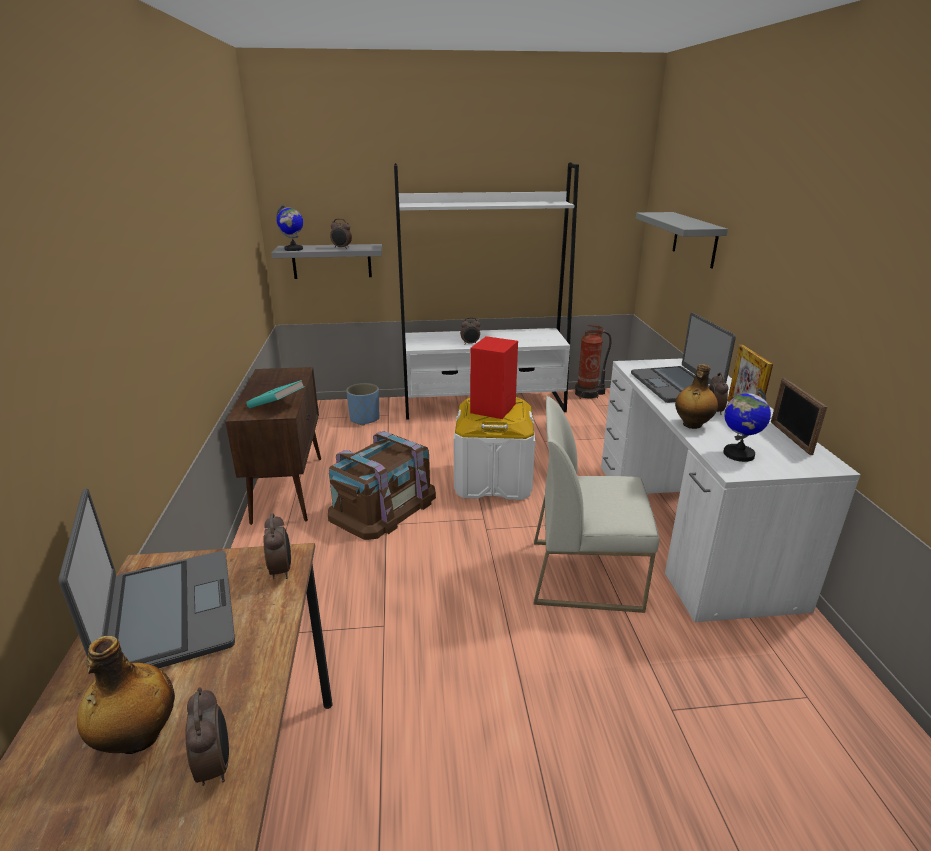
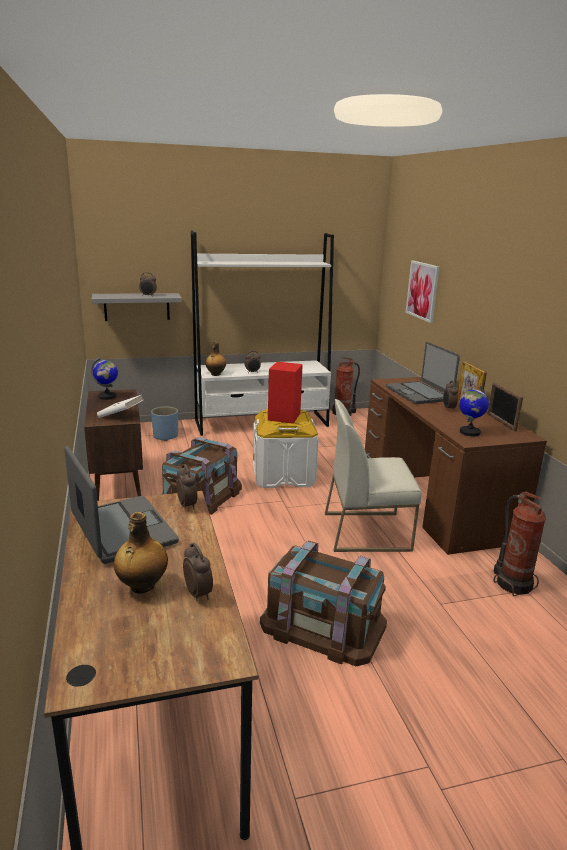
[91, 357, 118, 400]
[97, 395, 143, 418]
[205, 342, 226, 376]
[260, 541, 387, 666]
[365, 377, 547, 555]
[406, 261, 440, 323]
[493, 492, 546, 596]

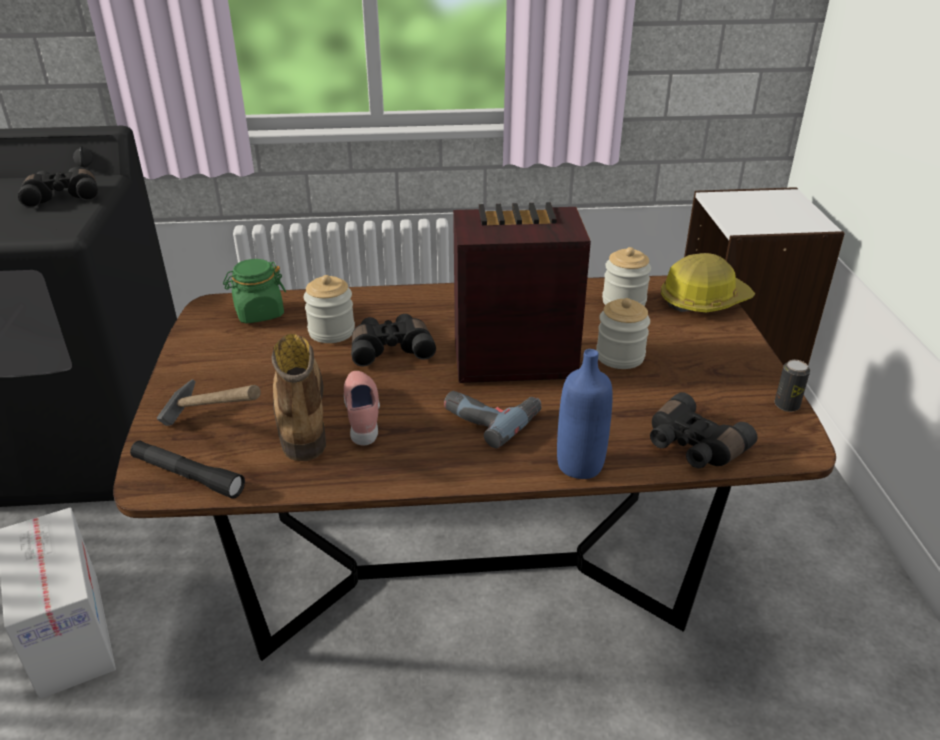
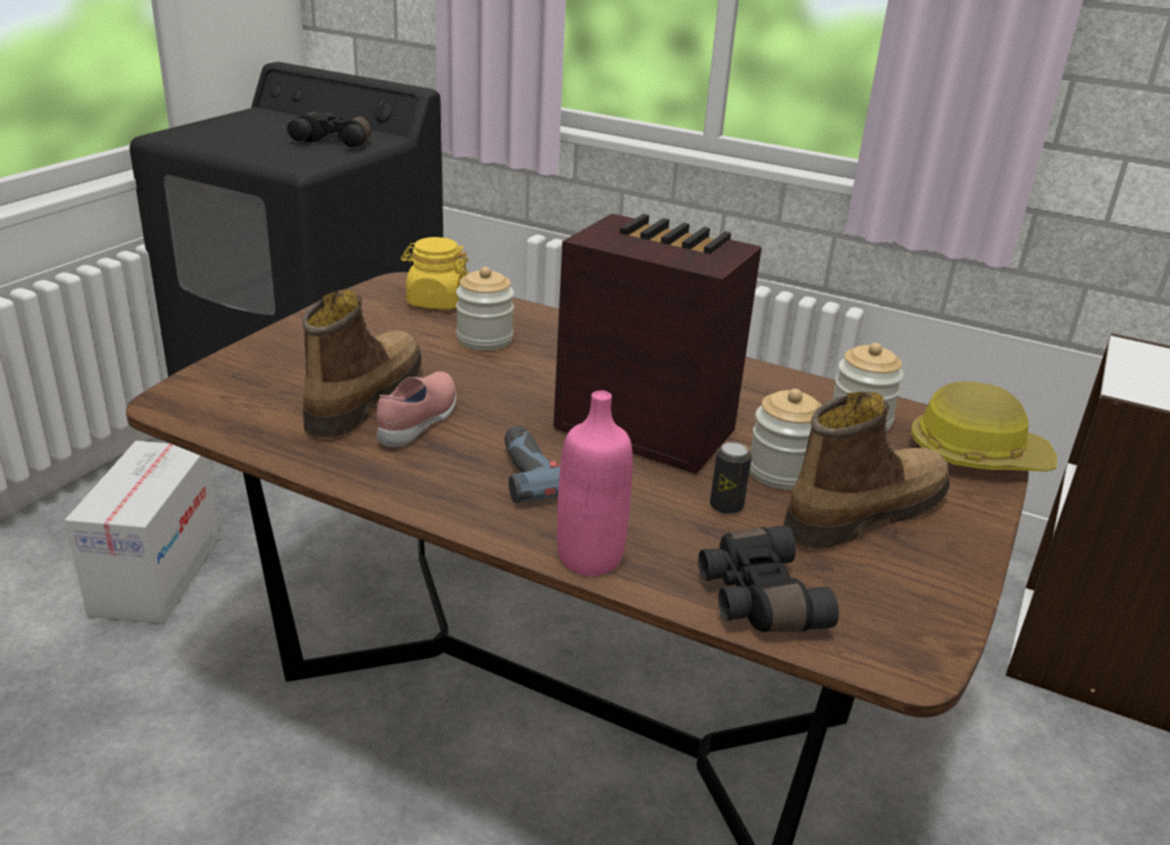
[401, 237, 469, 310]
[557, 390, 633, 576]
[710, 442, 752, 515]
[783, 391, 950, 549]
[130, 440, 245, 499] (first image)
[157, 379, 261, 426] (first image)
[351, 314, 436, 366] (first image)

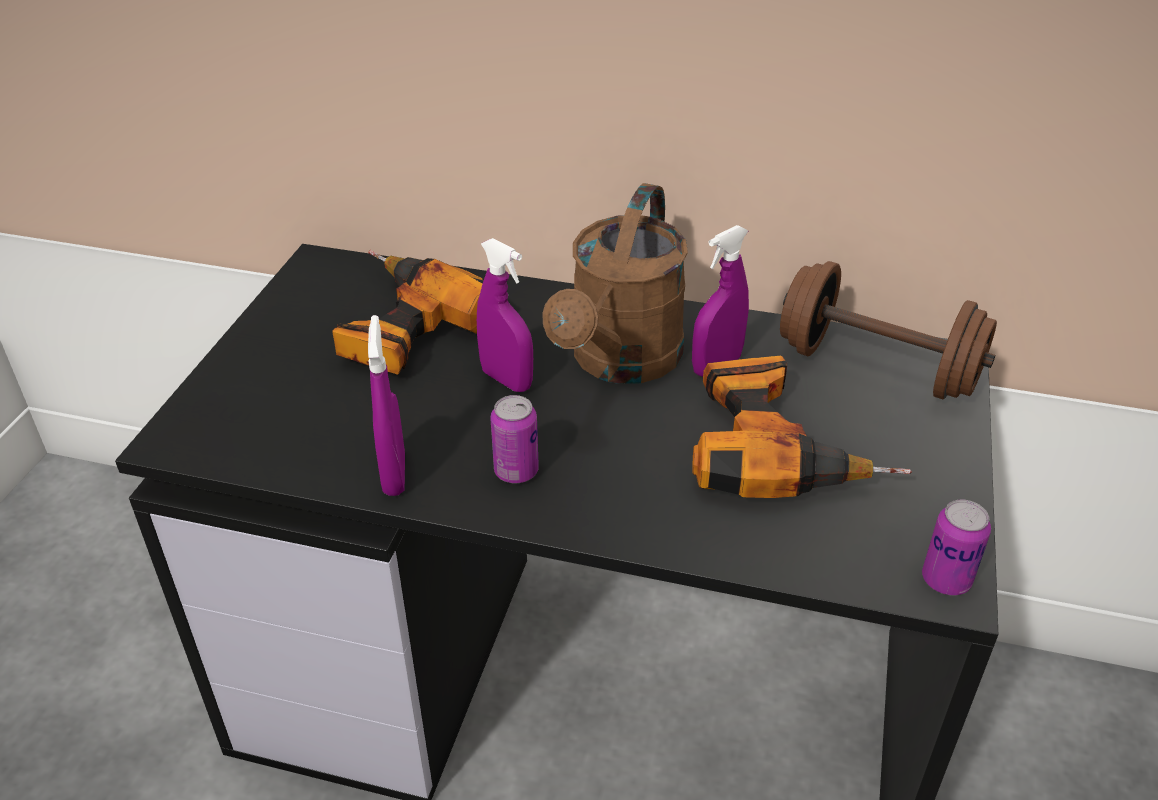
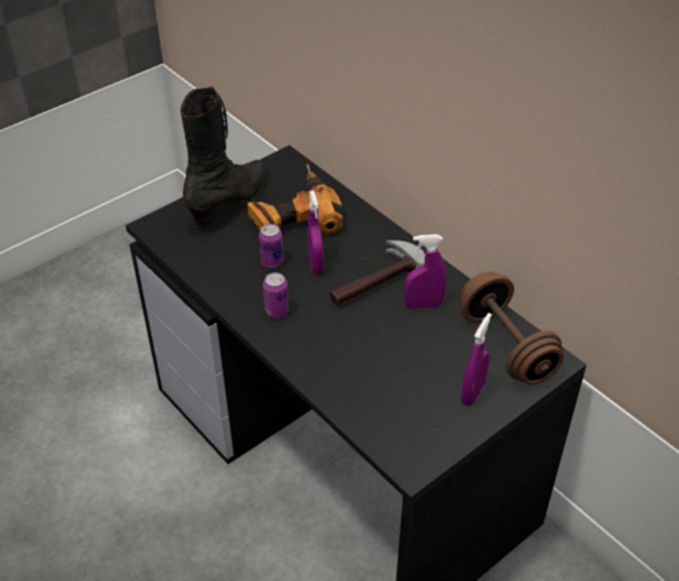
[180, 87, 266, 227]
[259, 224, 283, 268]
[330, 240, 425, 305]
[461, 313, 492, 406]
[692, 356, 912, 498] (first image)

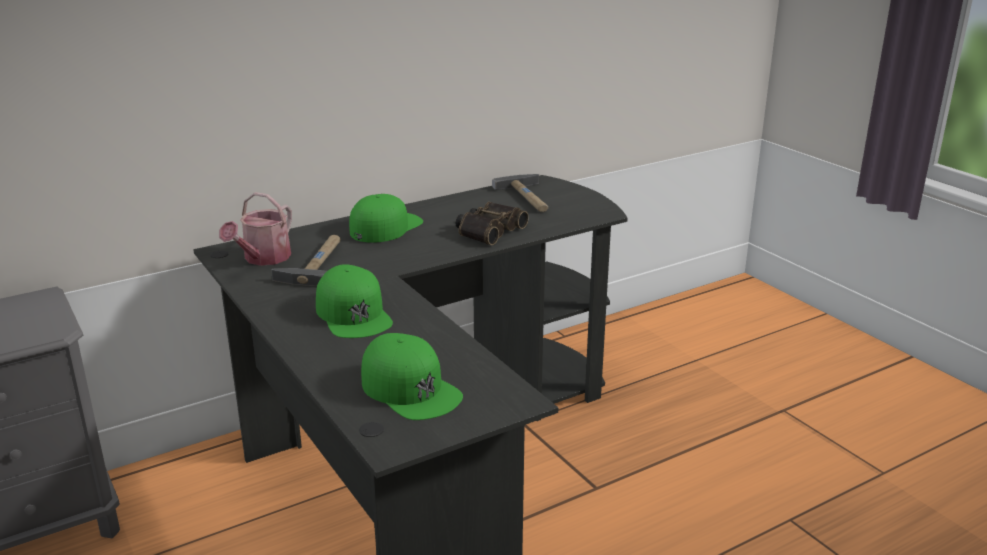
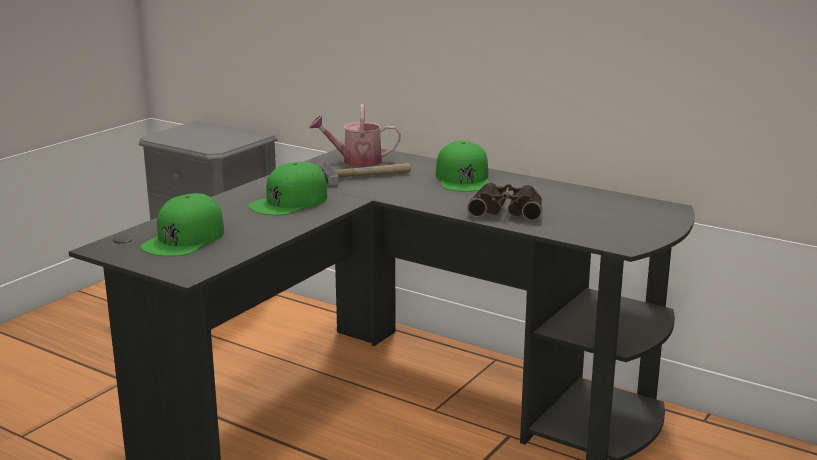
[436, 141, 491, 192]
[492, 174, 548, 212] (first image)

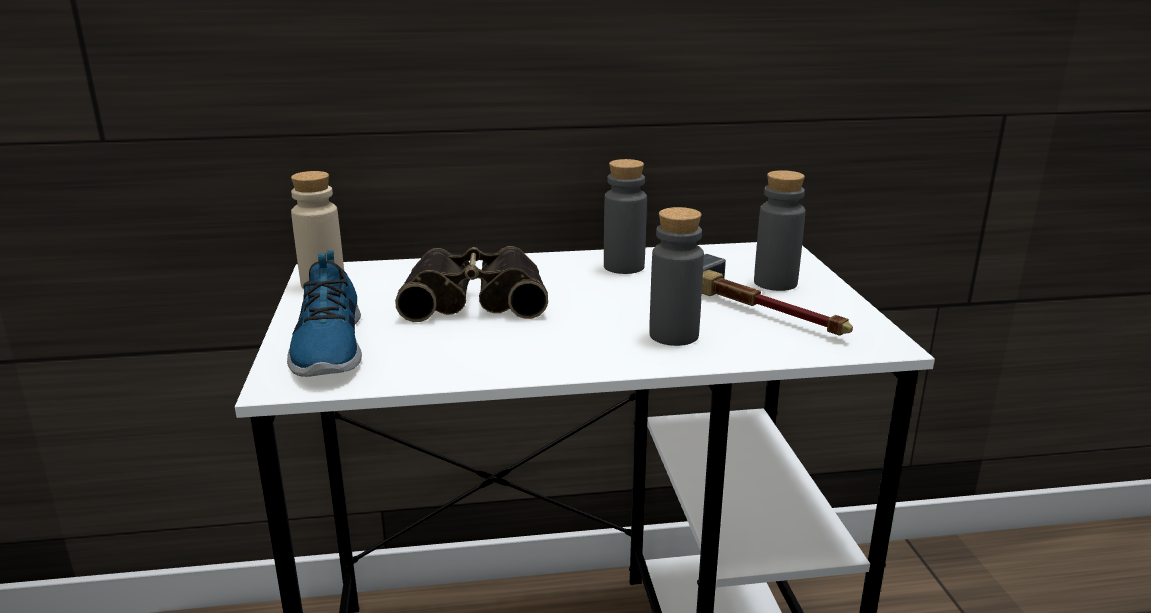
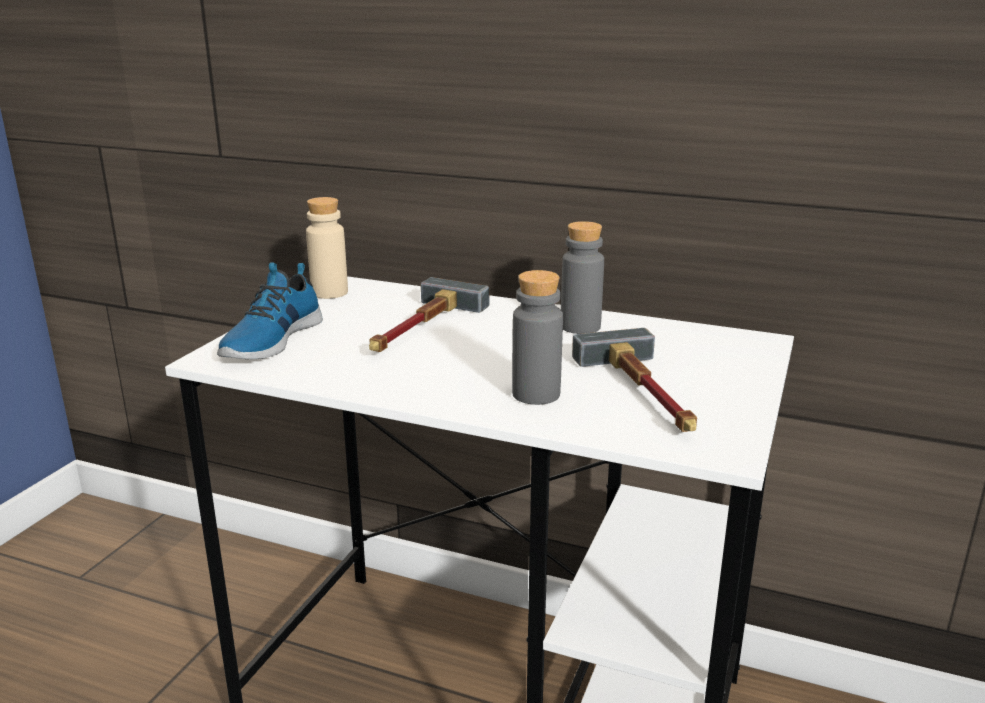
[369, 277, 489, 352]
[754, 170, 805, 291] (first image)

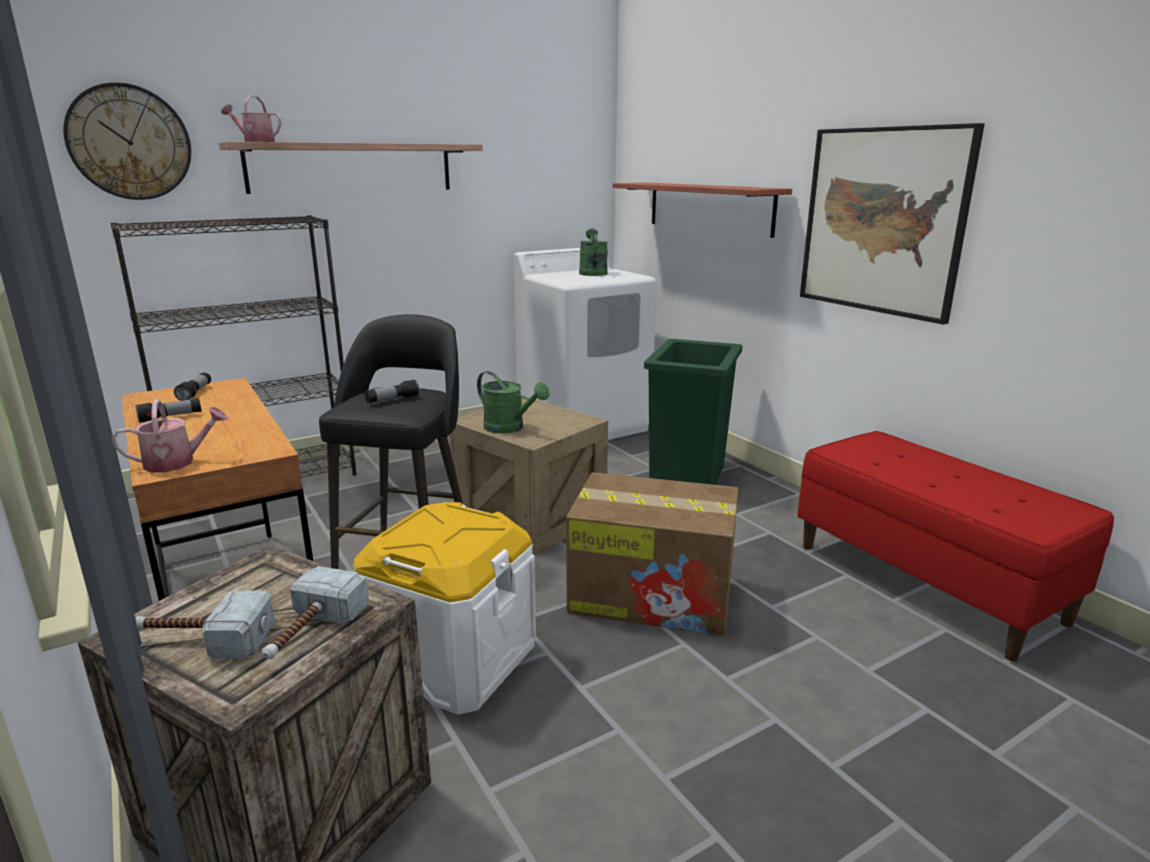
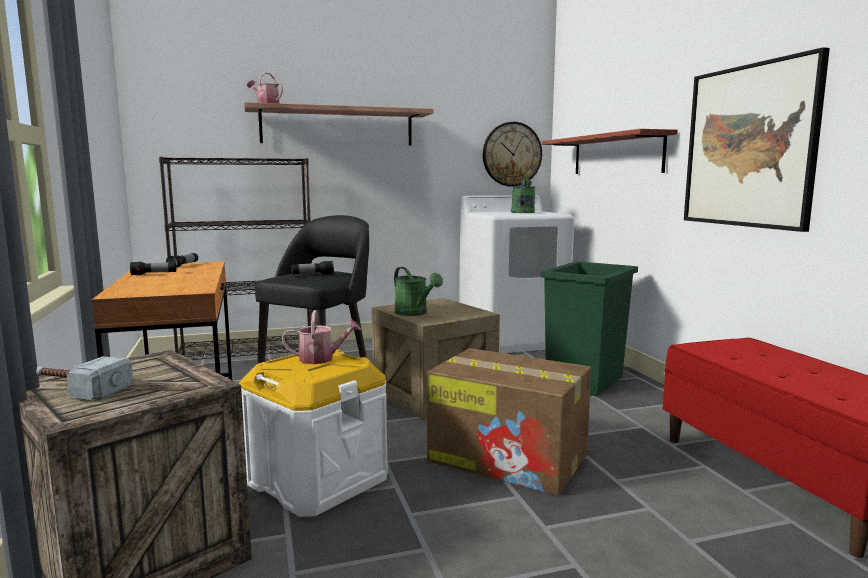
[282, 310, 361, 364]
[483, 122, 542, 187]
[262, 566, 369, 659] (first image)

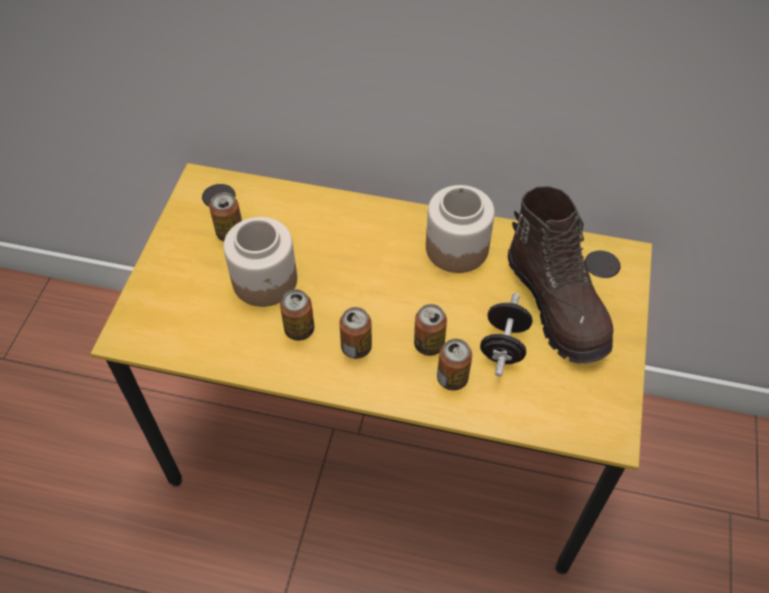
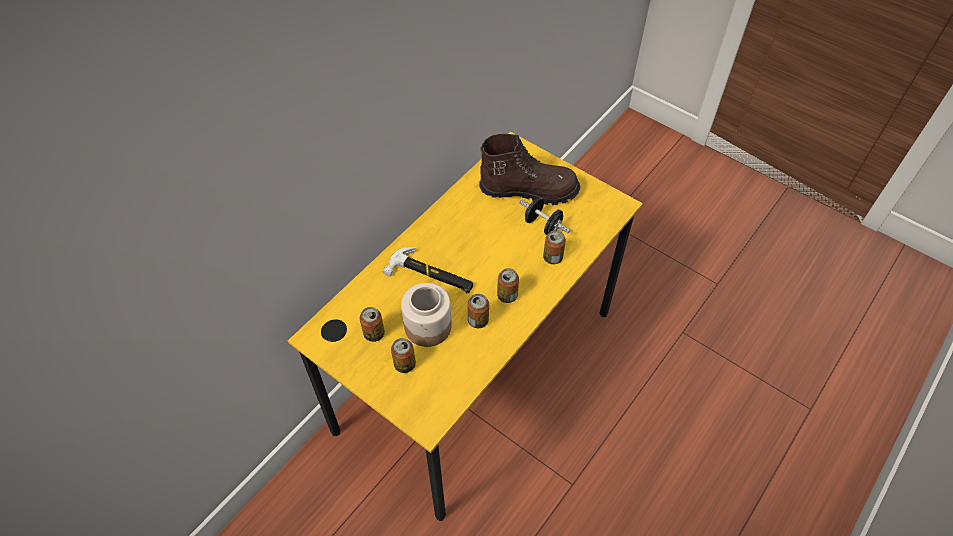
[383, 247, 473, 294]
[391, 338, 416, 373]
[426, 185, 495, 273] (first image)

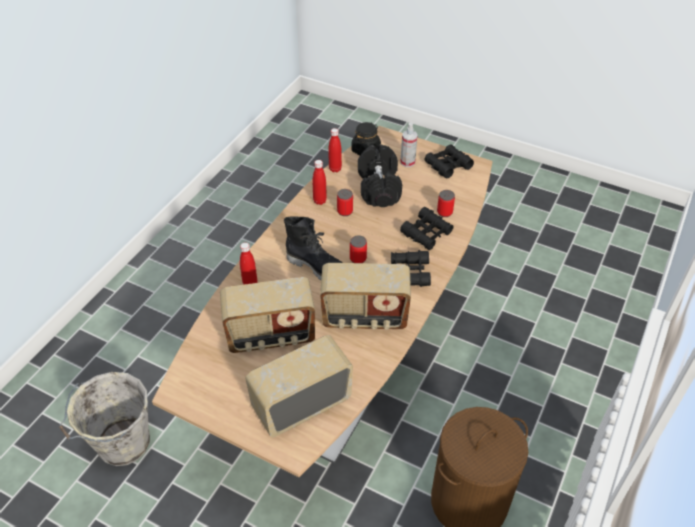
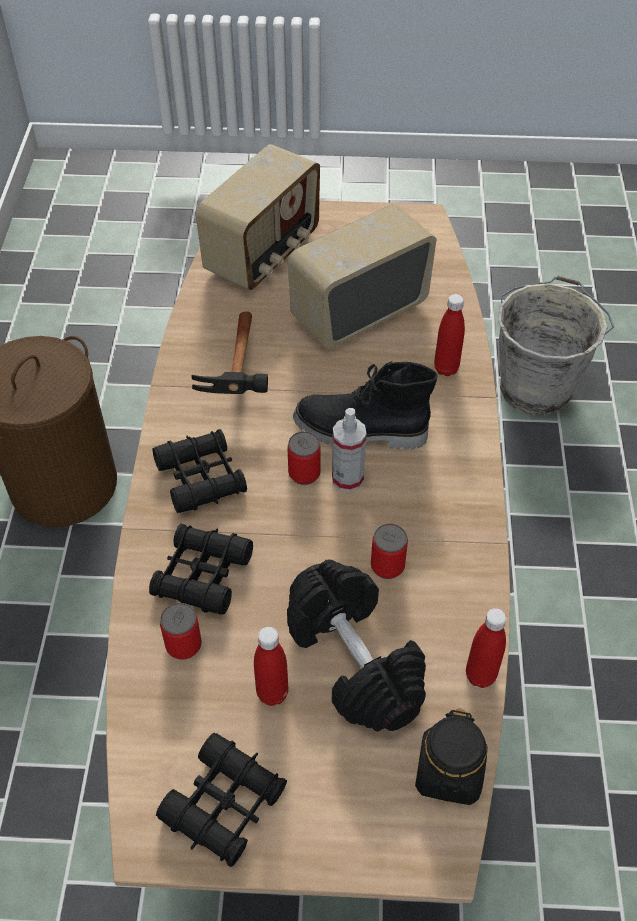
[191, 311, 268, 394]
[254, 627, 288, 706]
[332, 408, 367, 492]

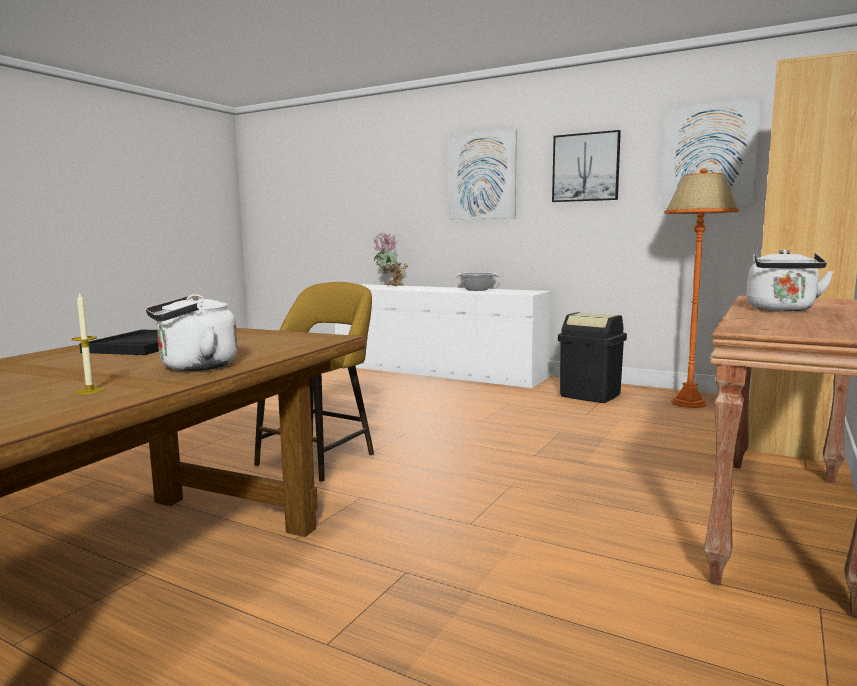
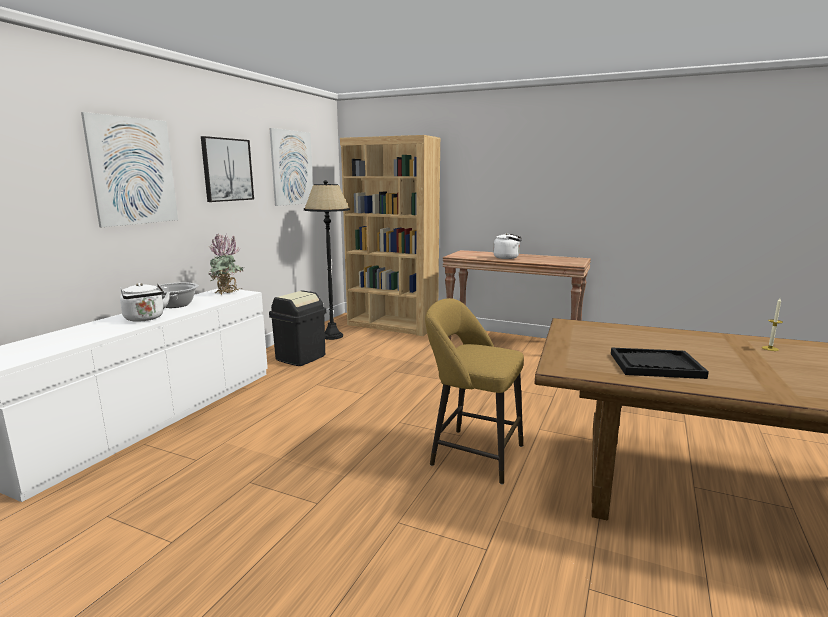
[120, 283, 170, 322]
[209, 234, 244, 295]
[304, 180, 350, 340]

